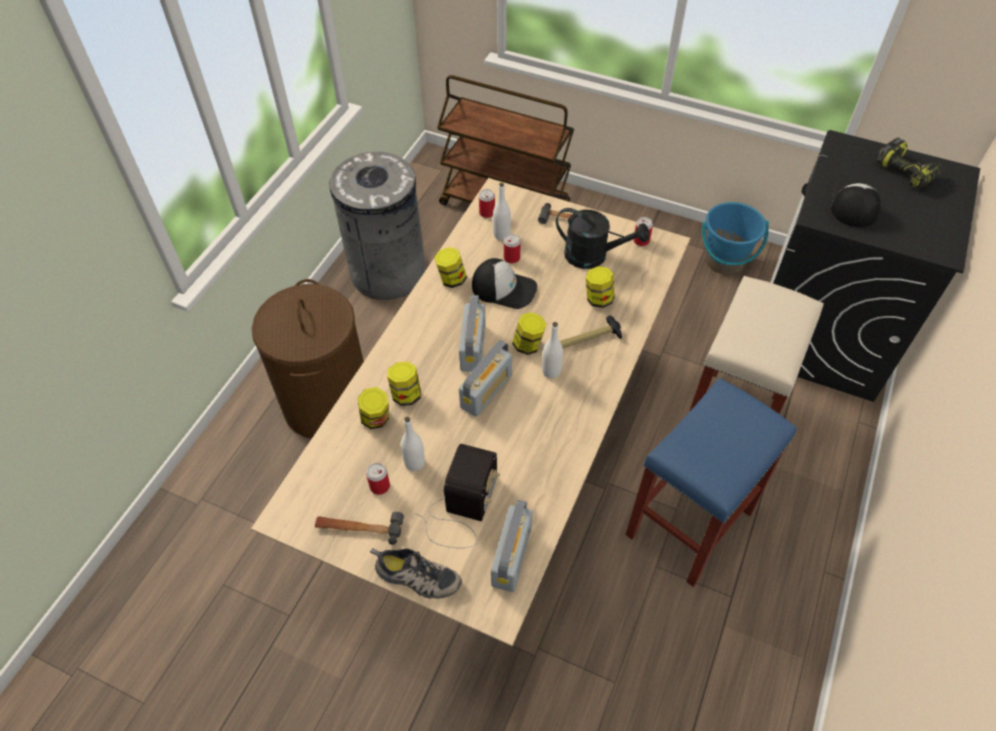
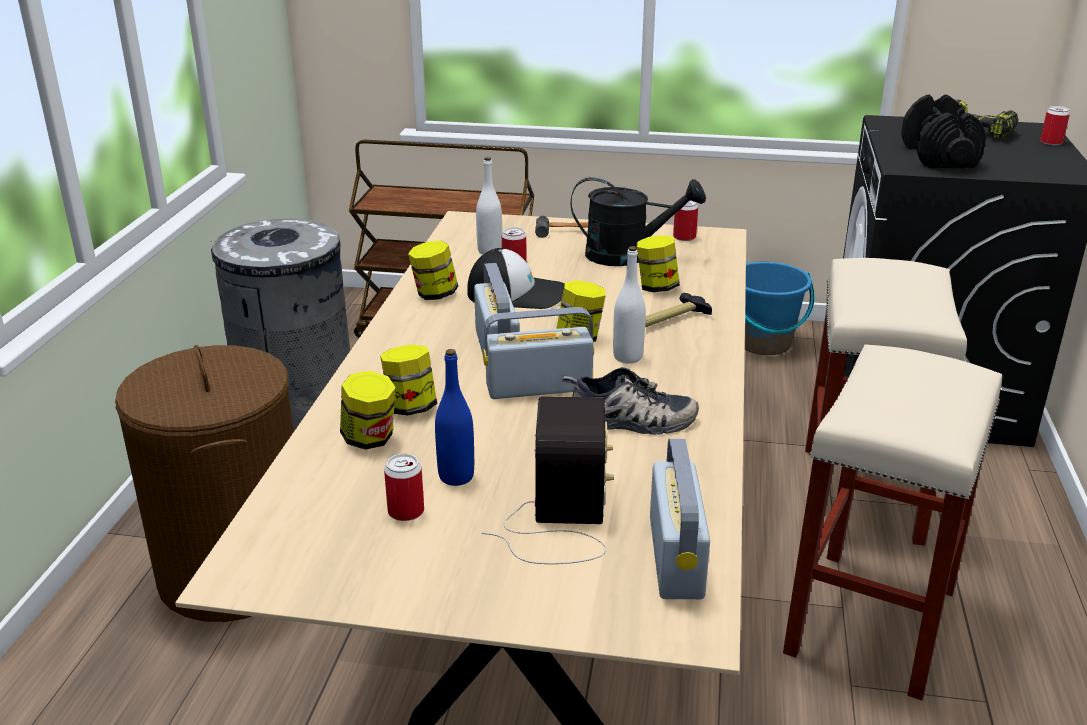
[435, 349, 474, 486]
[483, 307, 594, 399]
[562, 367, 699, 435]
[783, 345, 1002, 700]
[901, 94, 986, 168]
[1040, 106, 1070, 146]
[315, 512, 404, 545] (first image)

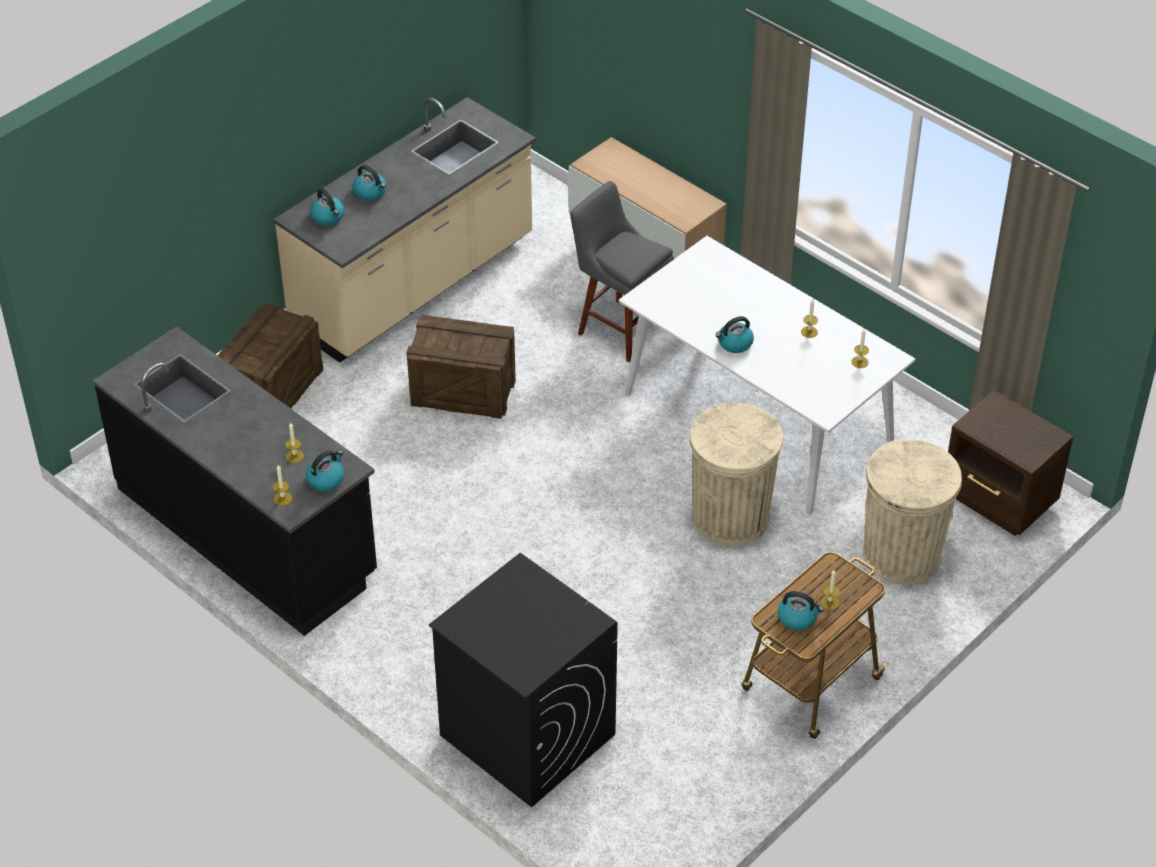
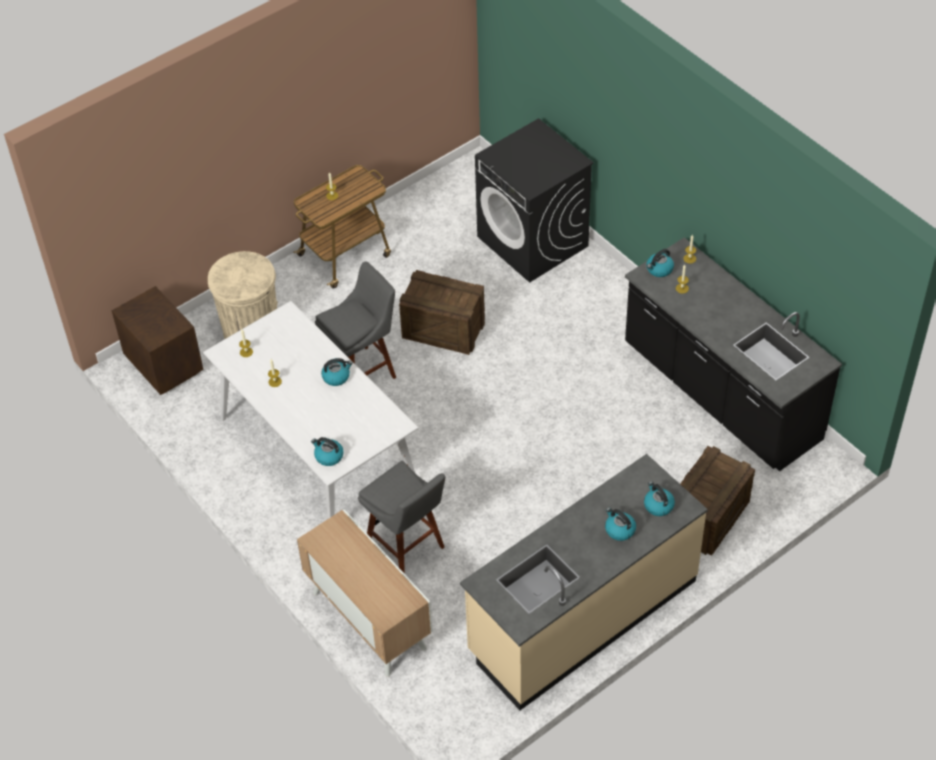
[311, 437, 344, 466]
[315, 261, 396, 379]
[399, 270, 485, 355]

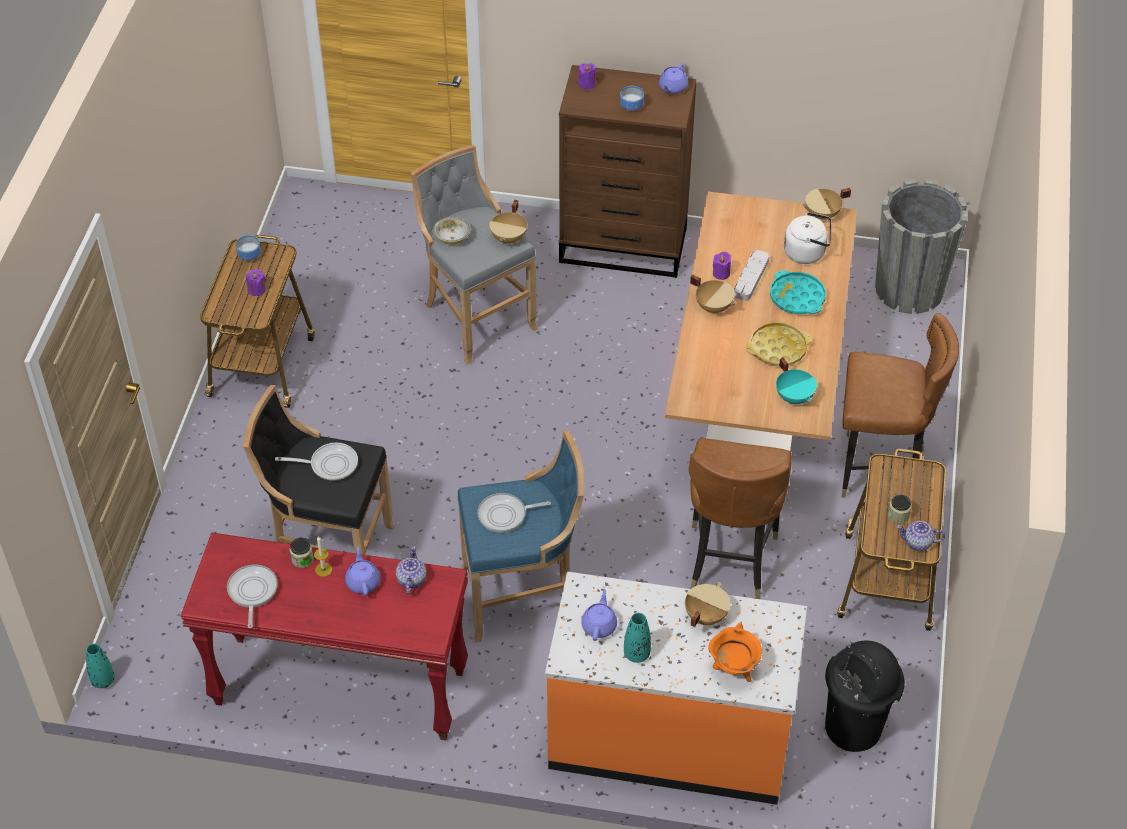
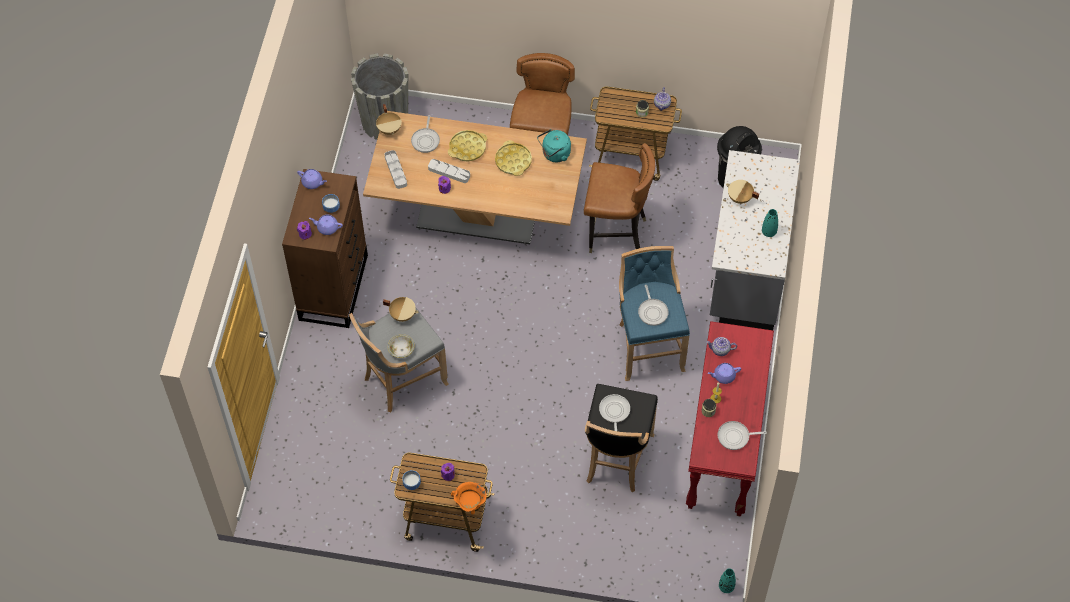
[309, 215, 343, 235]
[385, 150, 407, 189]
[411, 115, 440, 153]
[448, 130, 487, 161]
[451, 482, 487, 515]
[537, 129, 571, 162]
[710, 150, 800, 330]
[690, 275, 737, 313] (first image)

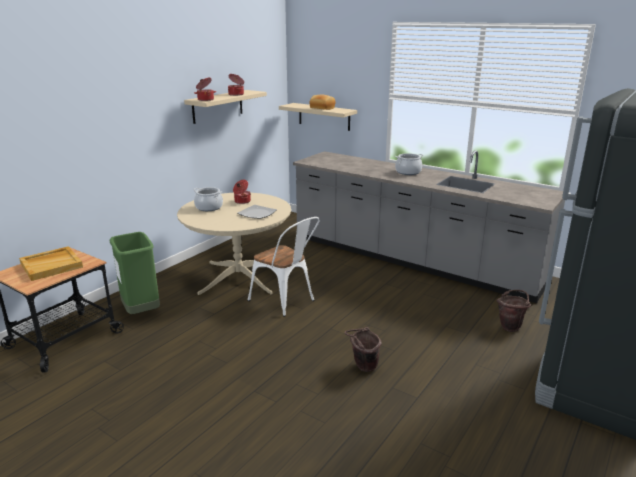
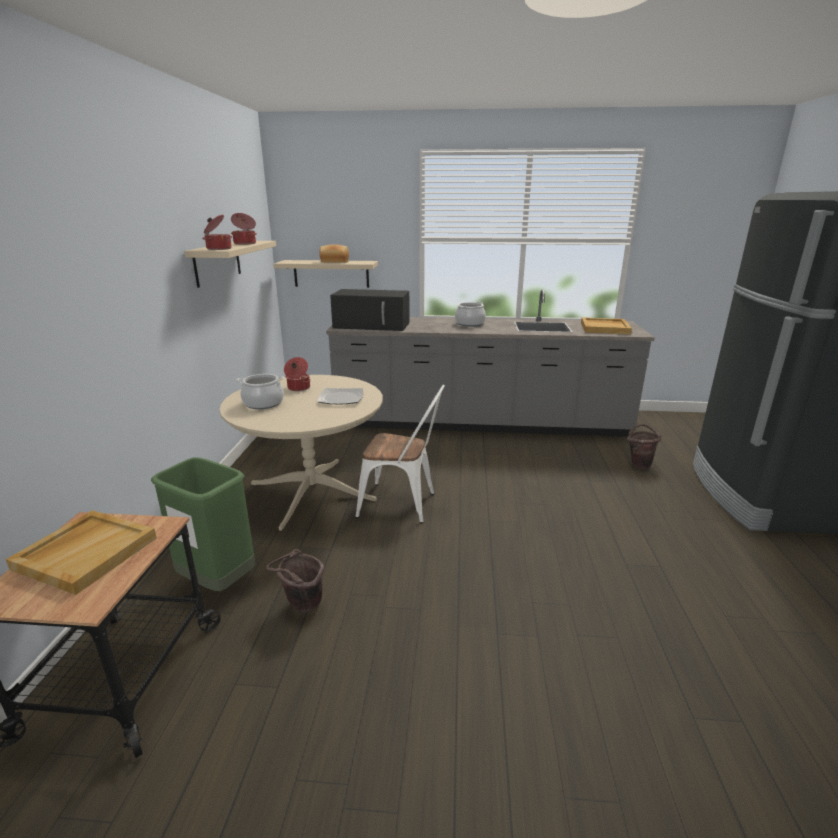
[266, 549, 324, 613]
[330, 289, 410, 331]
[581, 317, 632, 334]

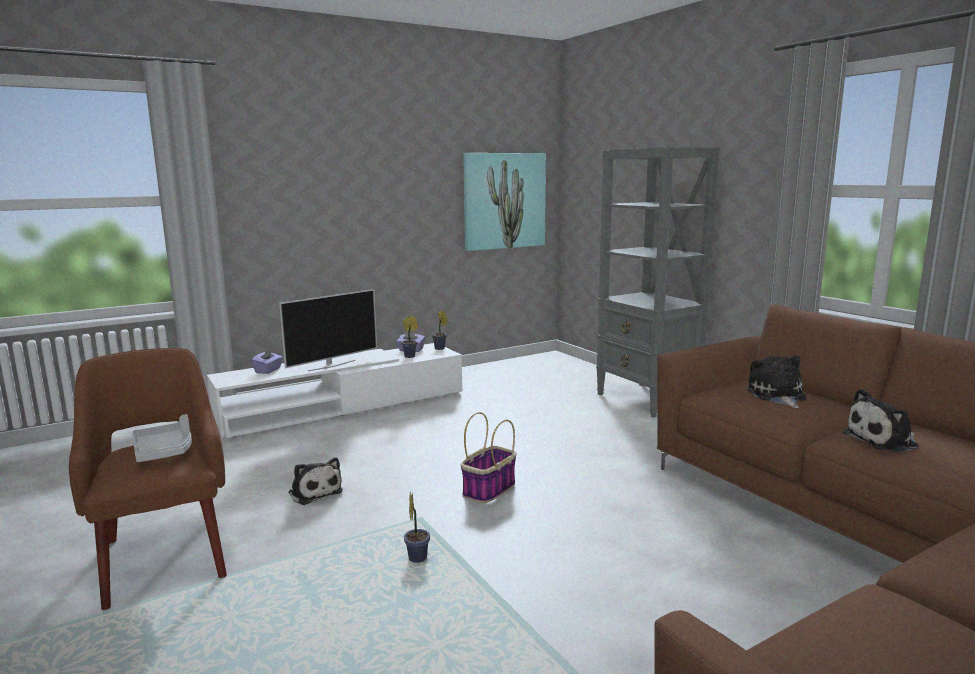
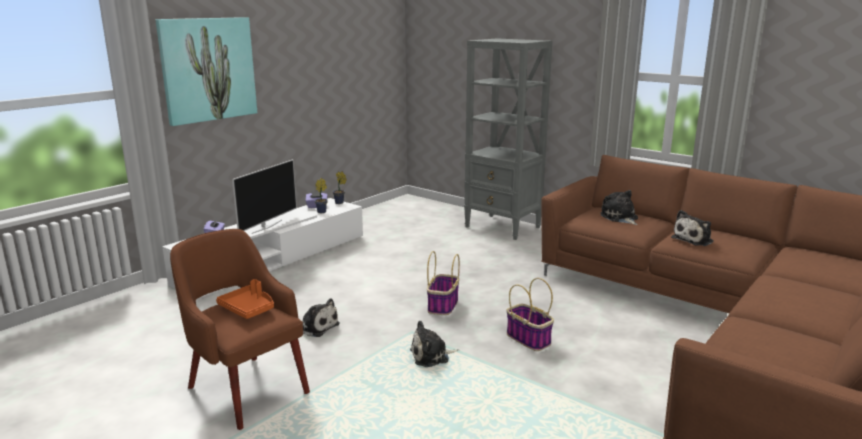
[156, 17, 257, 126]
[216, 279, 274, 319]
[410, 321, 459, 367]
[507, 278, 554, 351]

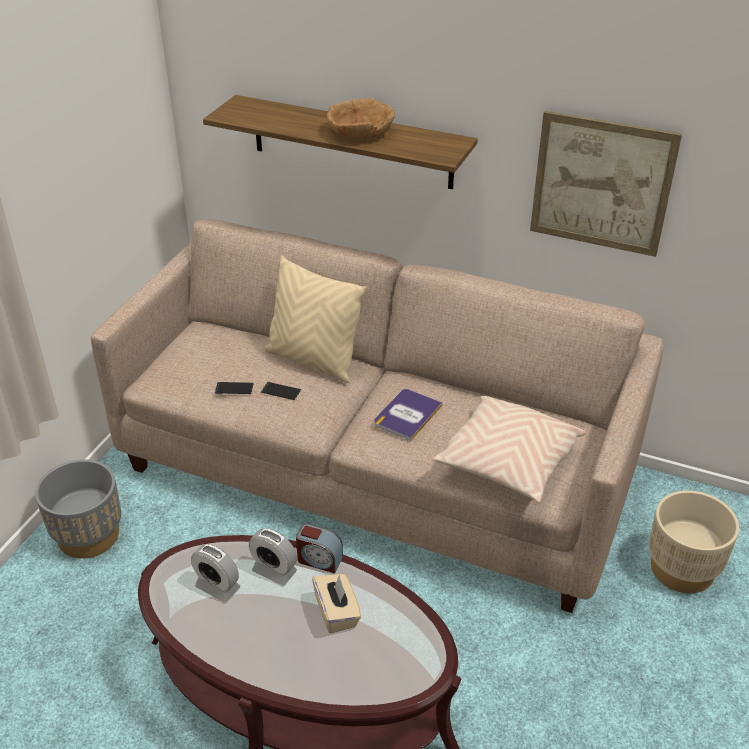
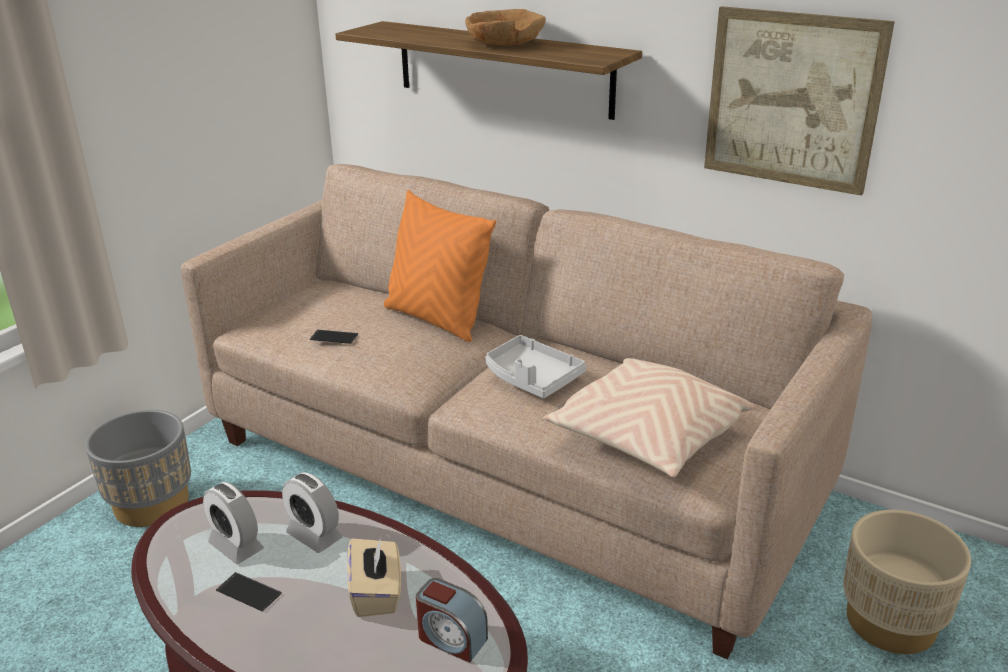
[216, 572, 282, 612]
[384, 190, 496, 342]
[416, 578, 488, 663]
[486, 335, 586, 398]

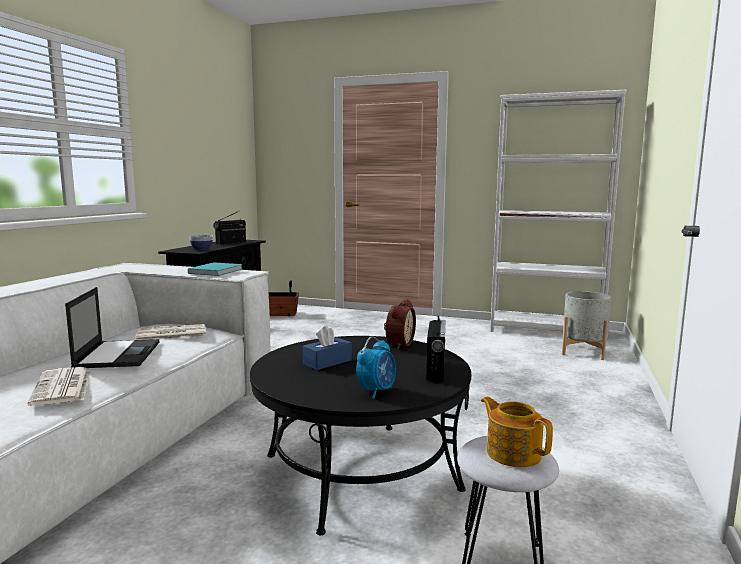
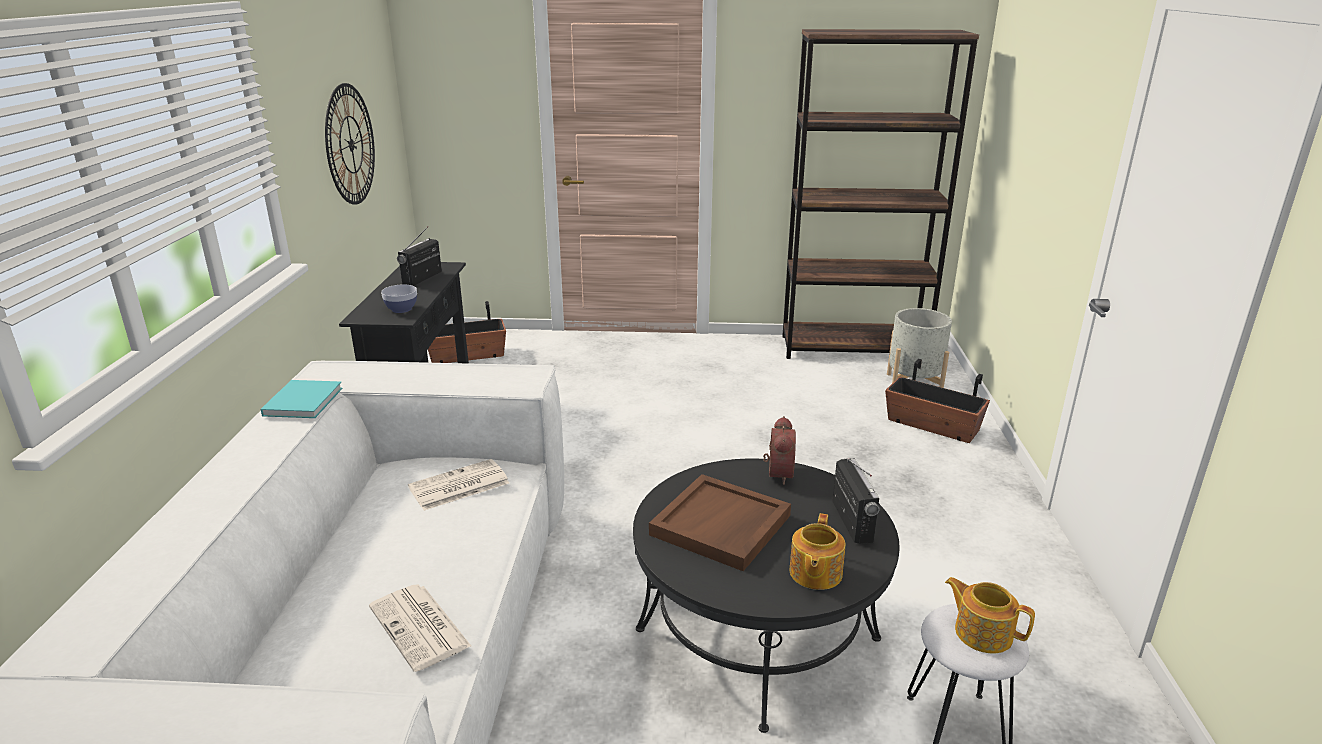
[260, 380, 343, 418]
[325, 83, 375, 205]
[649, 474, 791, 571]
[783, 29, 979, 359]
[789, 513, 845, 590]
[885, 359, 990, 443]
[65, 287, 159, 368] (first image)

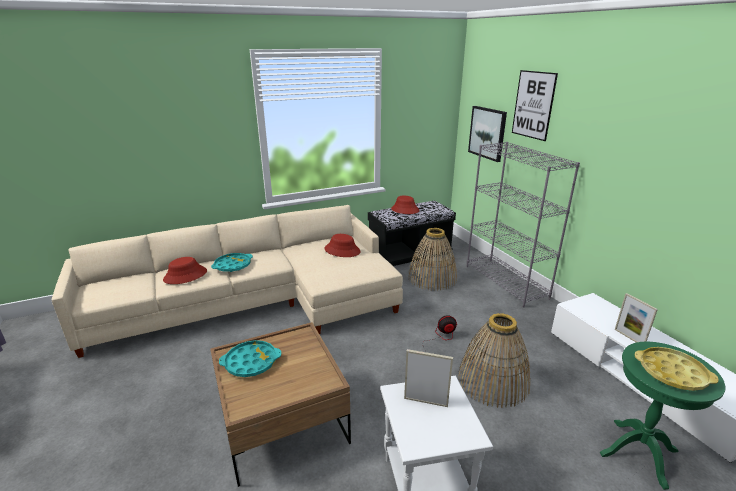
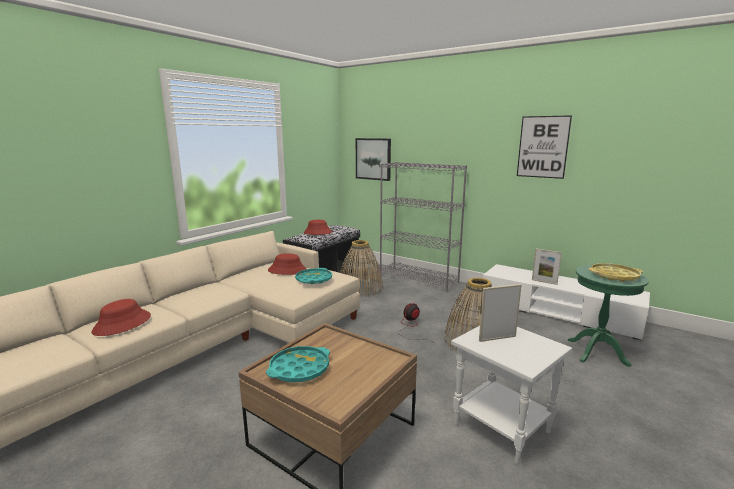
[295, 268, 332, 284]
[517, 115, 572, 179]

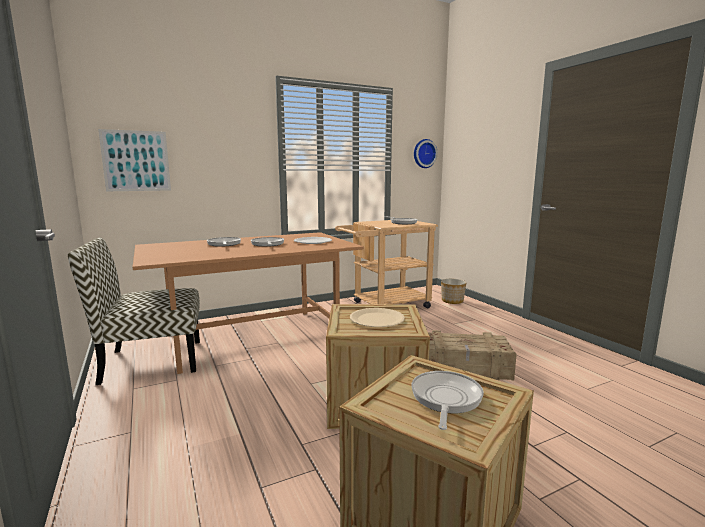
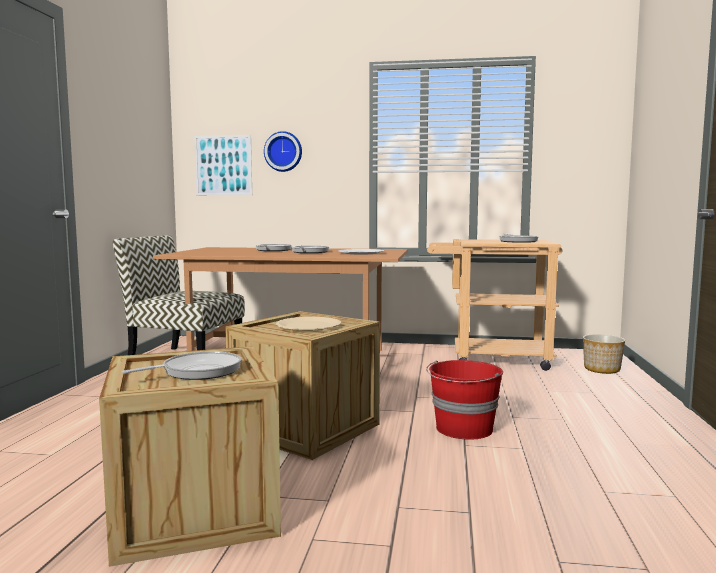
[264, 131, 302, 172]
[426, 360, 503, 440]

